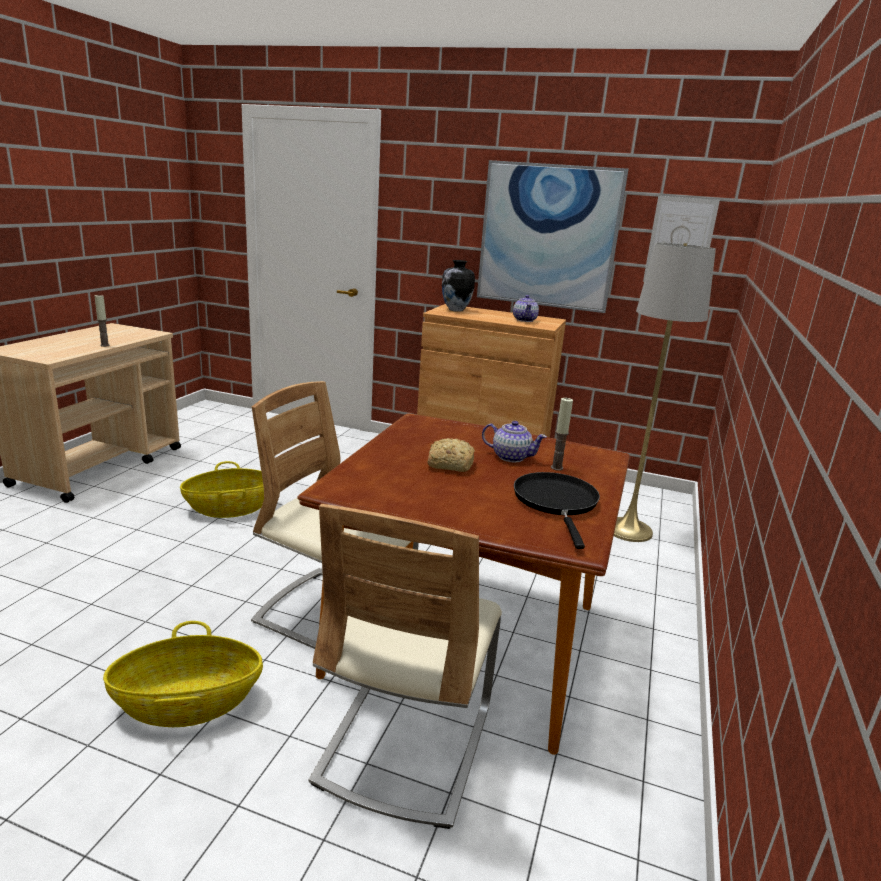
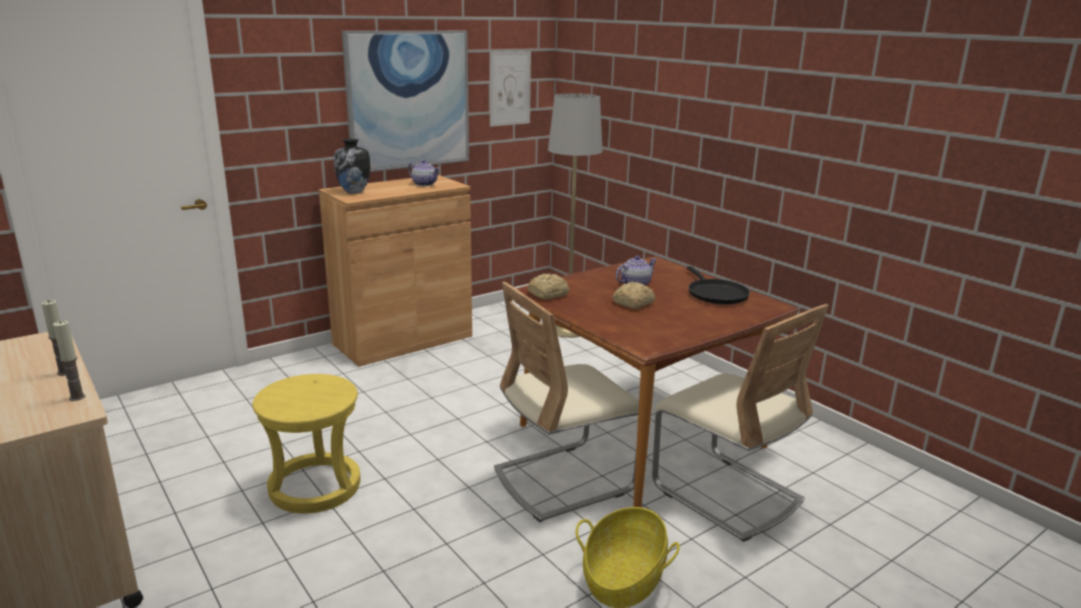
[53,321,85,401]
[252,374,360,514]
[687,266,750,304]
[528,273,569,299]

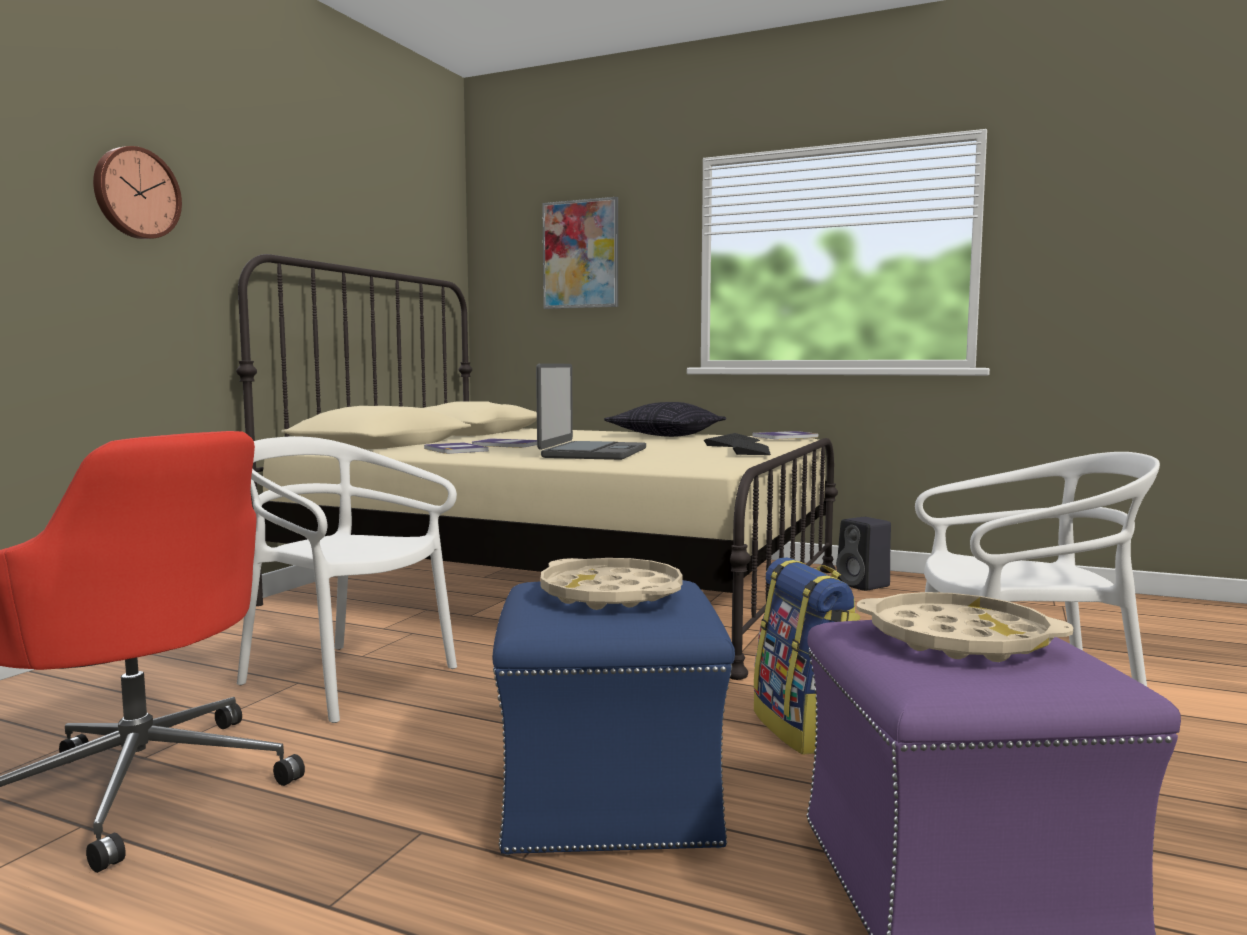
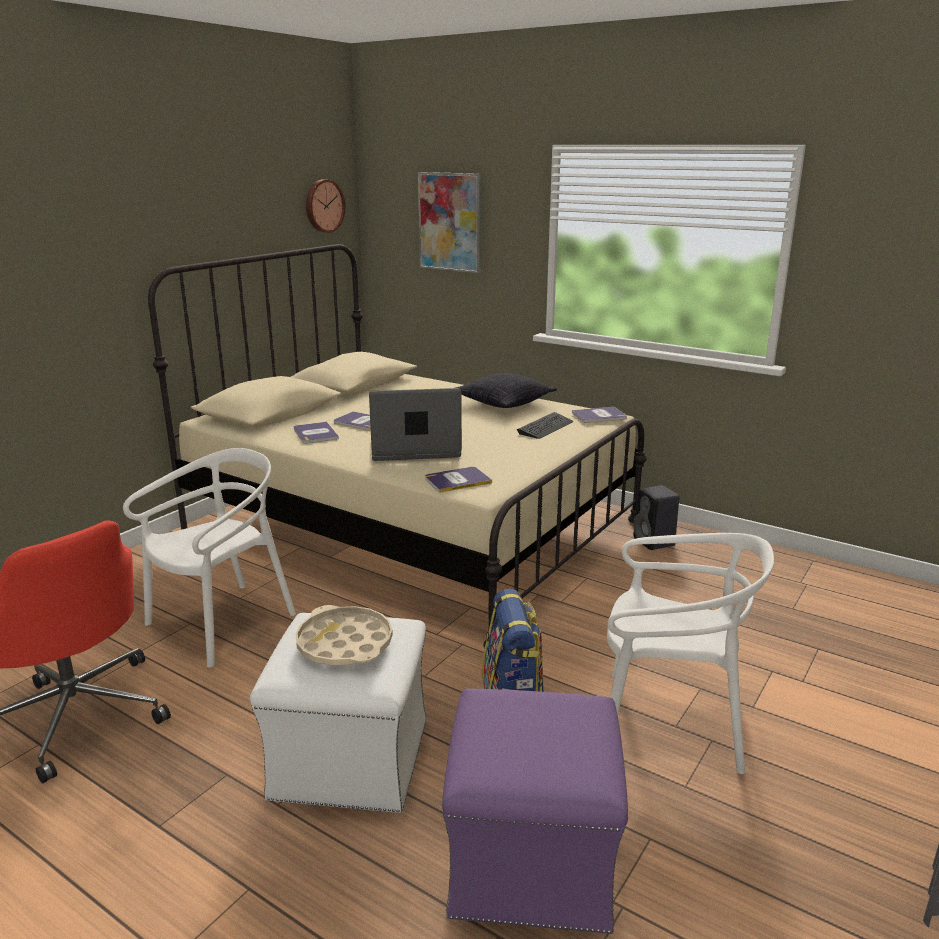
[306,179,346,233]
[369,388,462,461]
[123,448,296,667]
[733,439,771,455] (first image)
[250,613,426,813]
[856,592,1073,662] (first image)
[425,467,492,493]

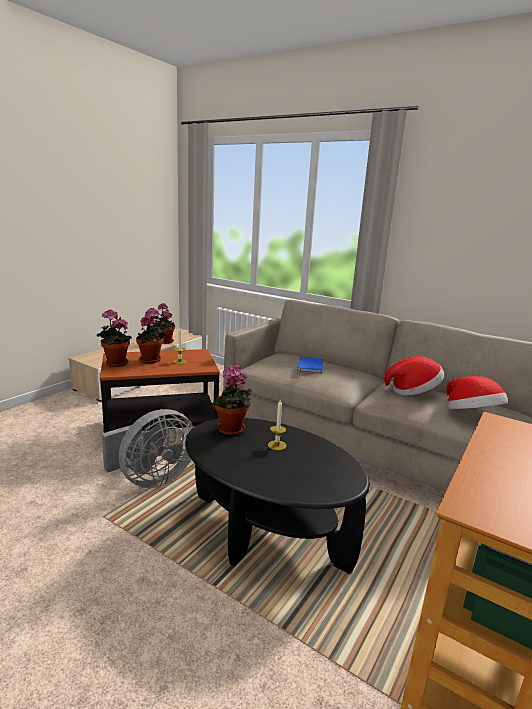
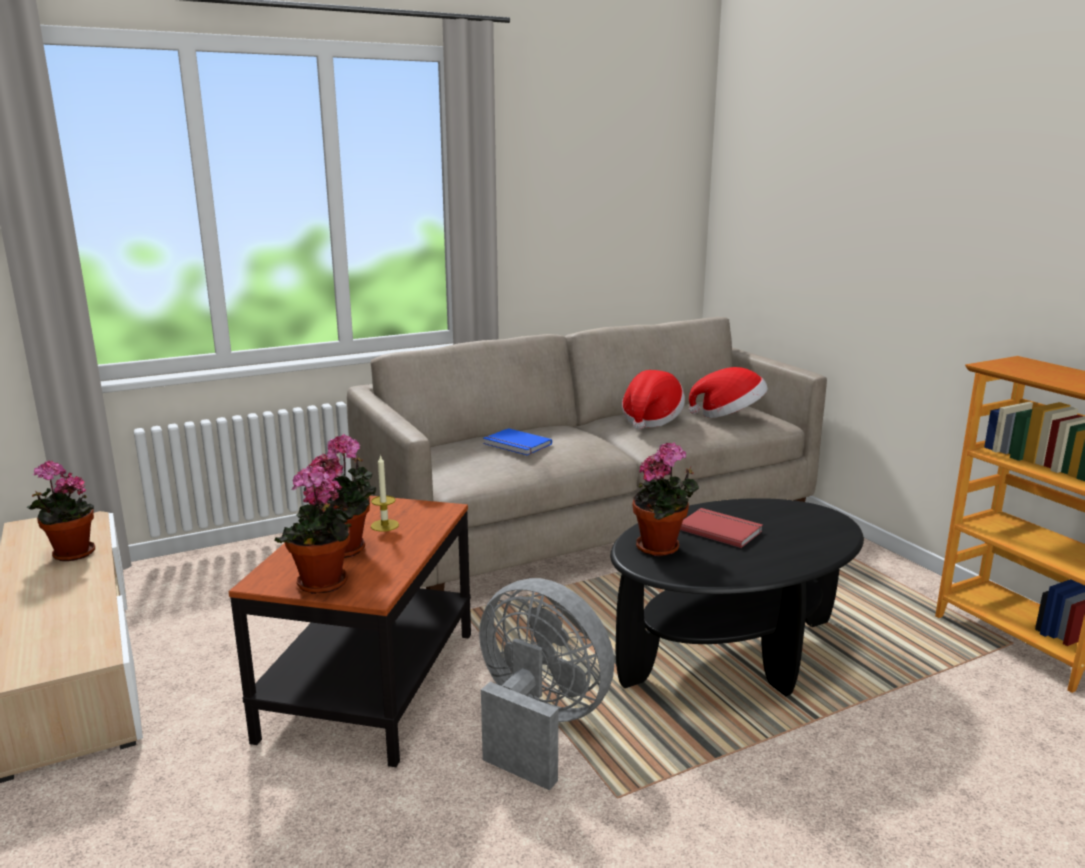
[680,508,763,548]
[479,578,614,790]

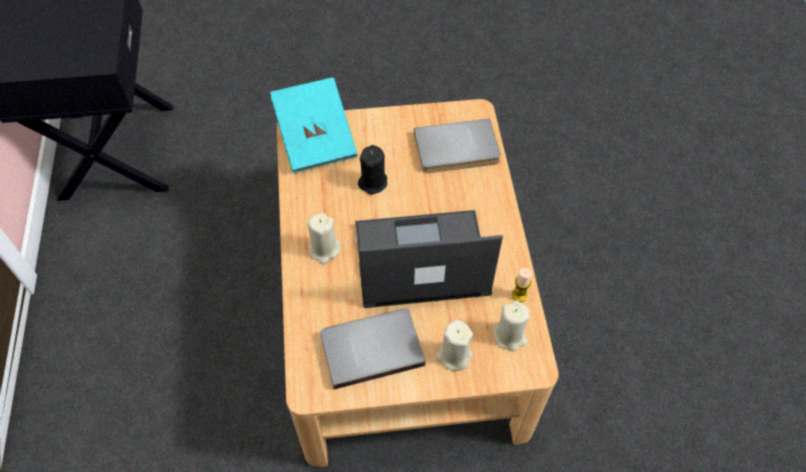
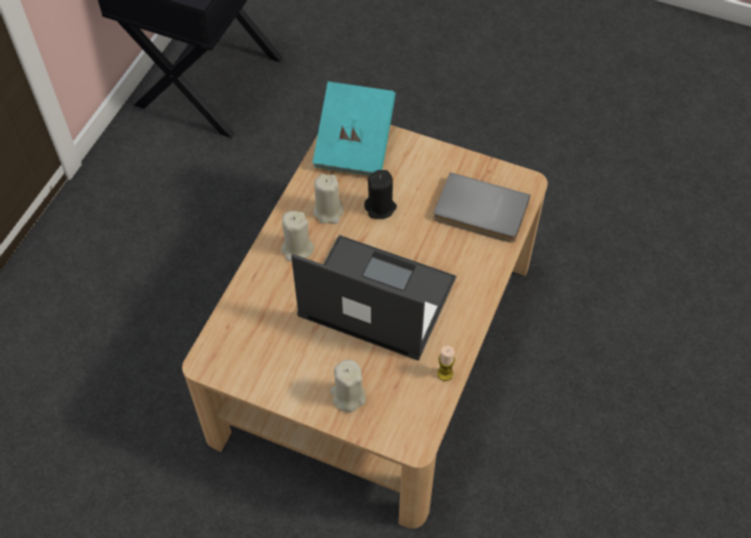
[313,174,344,224]
[320,309,425,389] (first image)

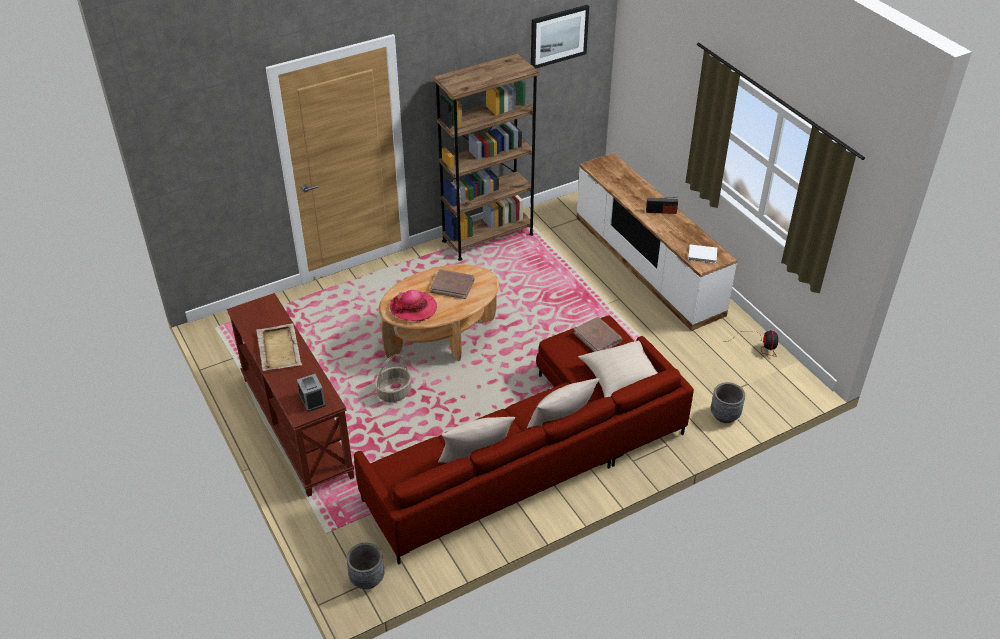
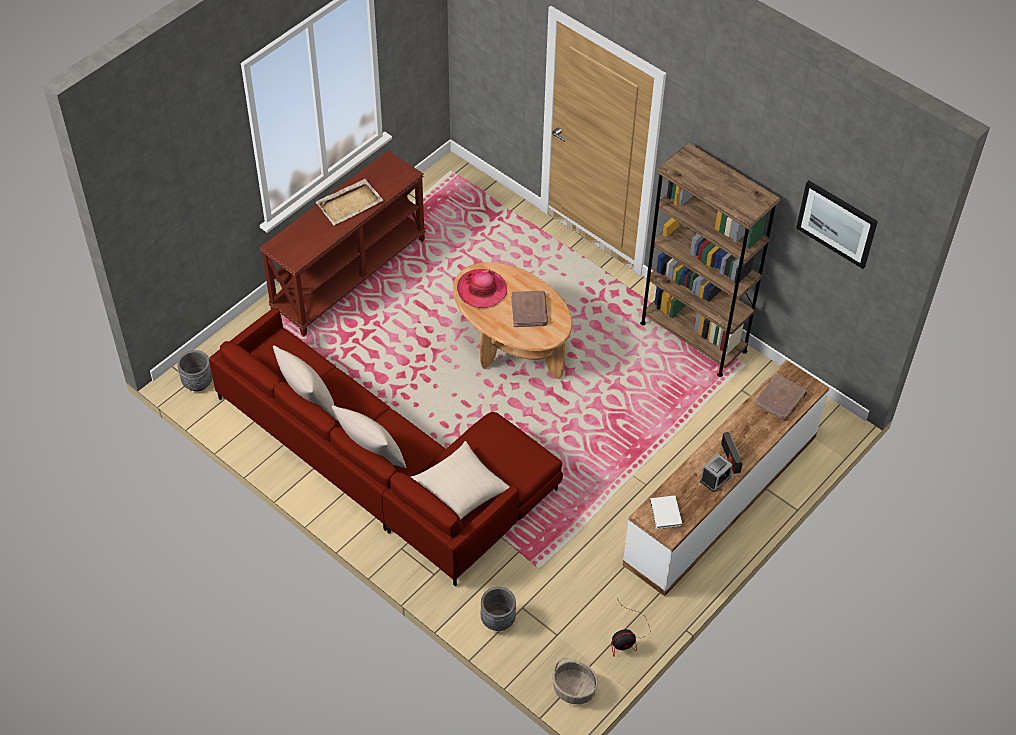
[755,373,808,421]
[552,658,598,704]
[700,453,733,492]

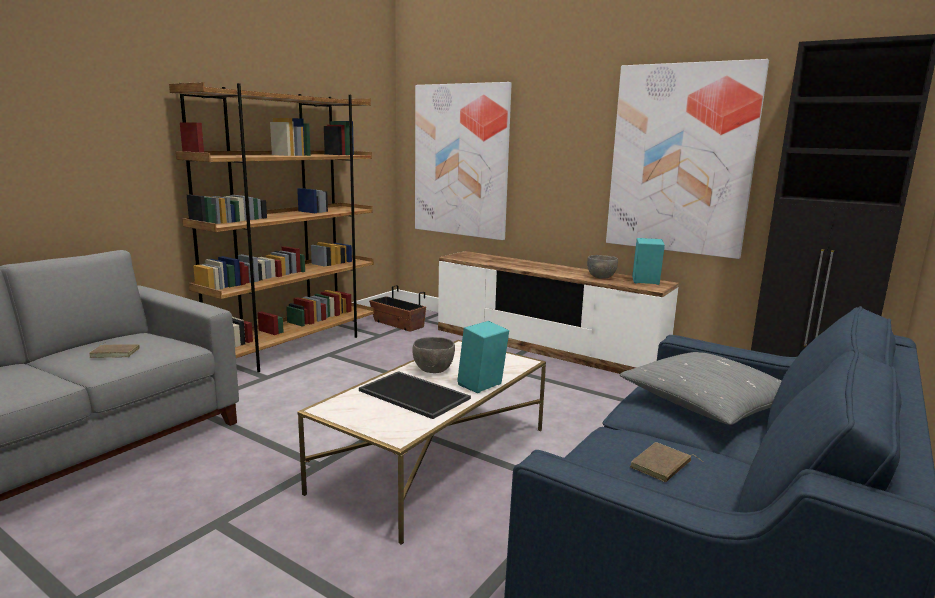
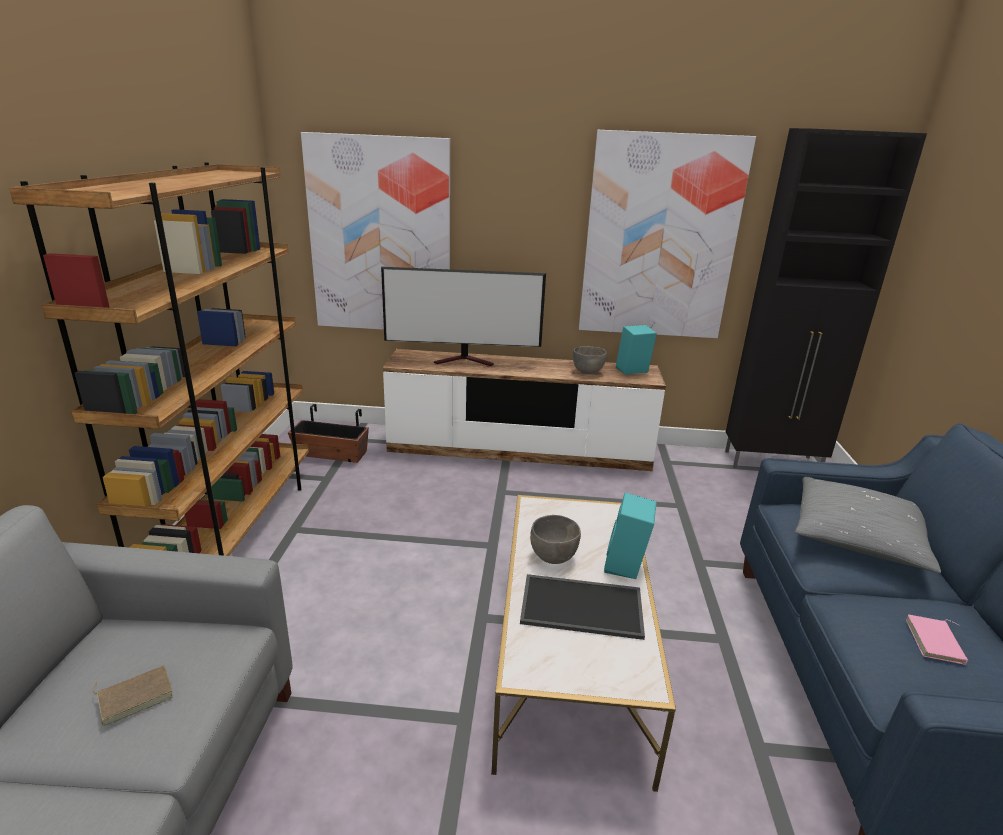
[906,615,968,665]
[381,267,546,366]

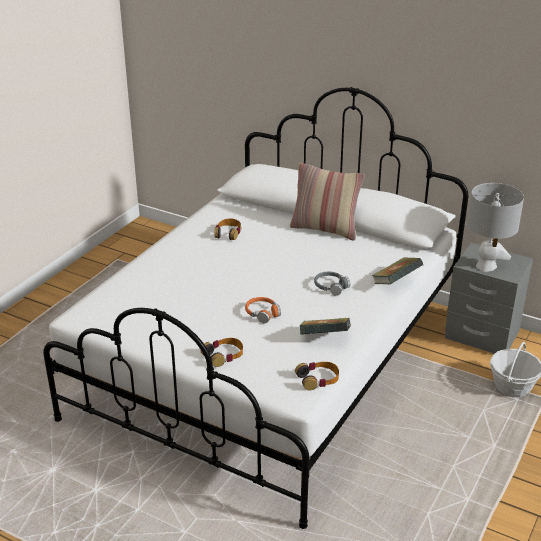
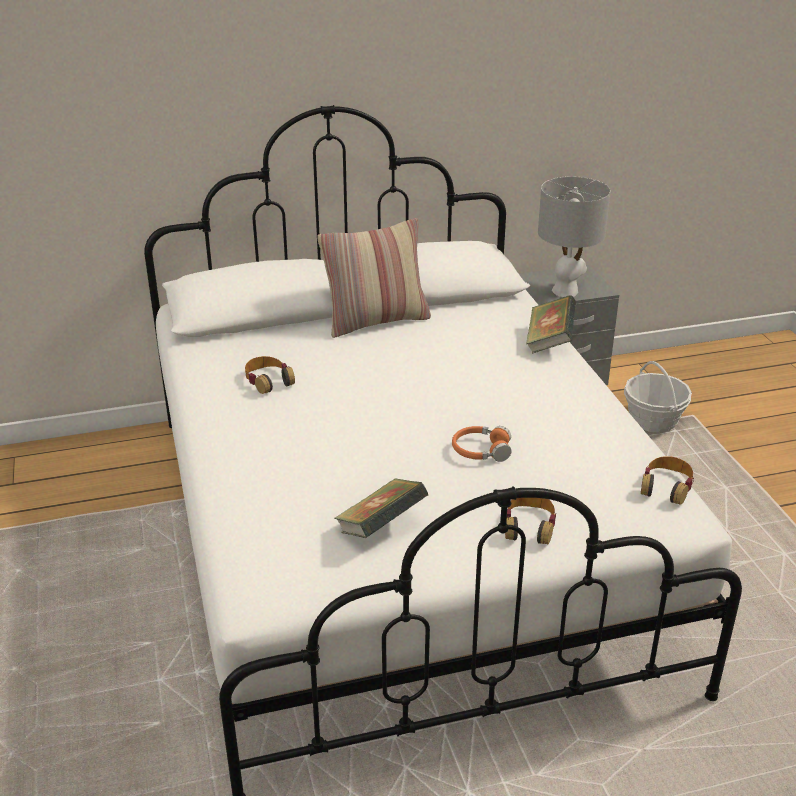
[314,272,350,296] (first image)
[334,479,428,538]

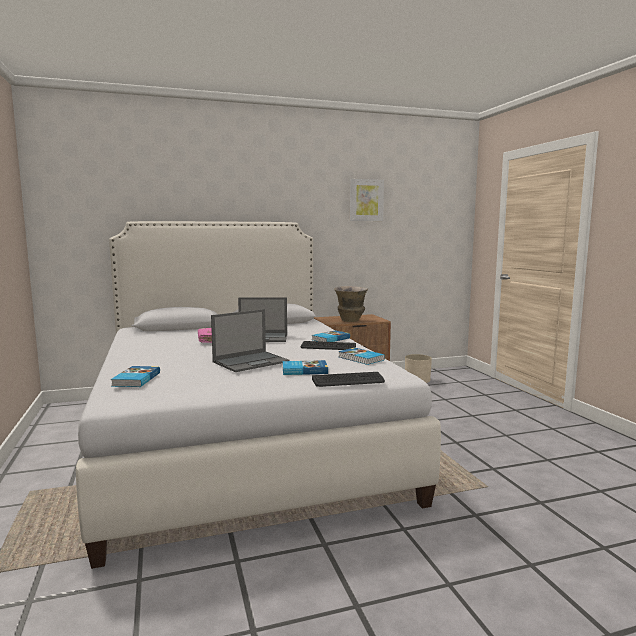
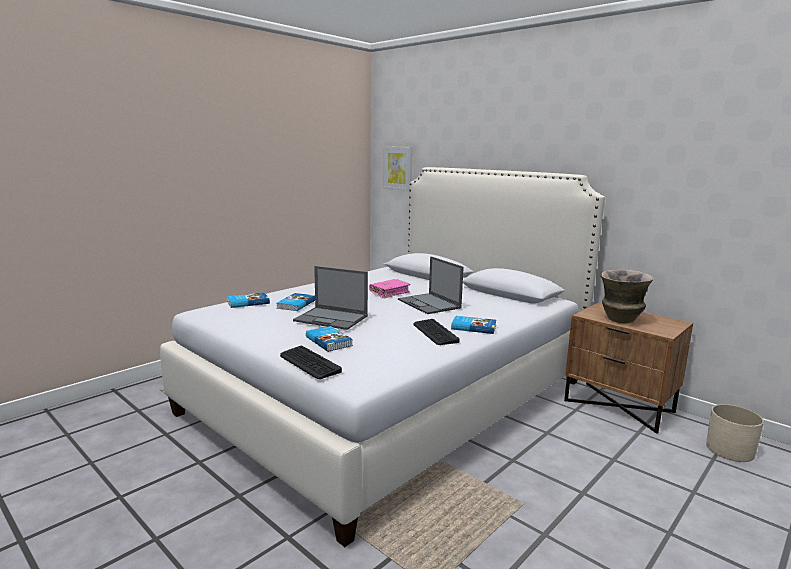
[383,147,413,191]
[276,293,315,311]

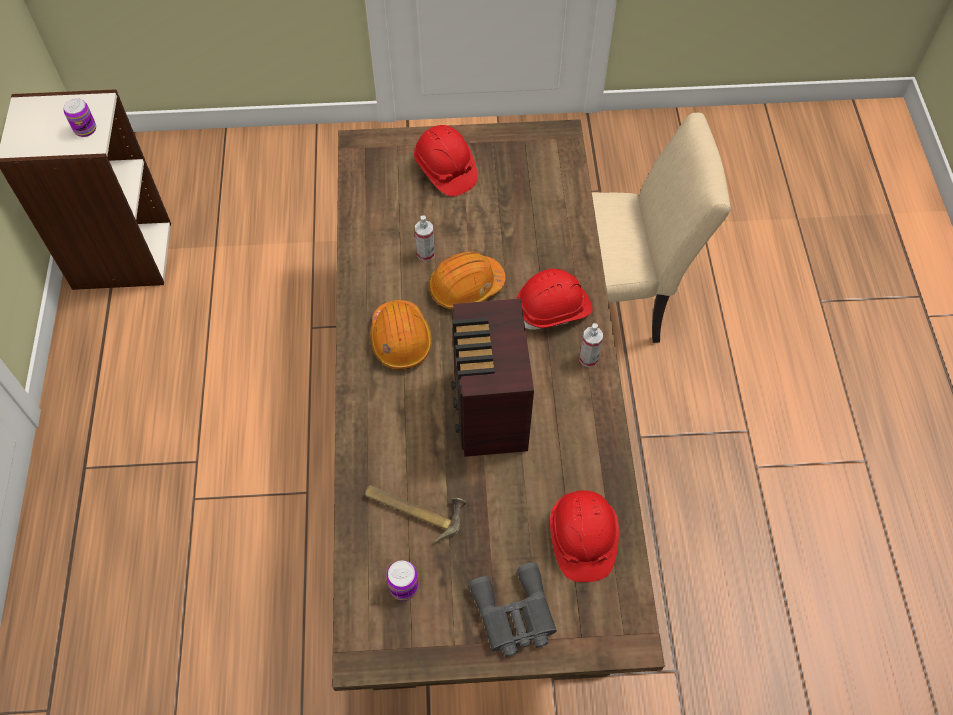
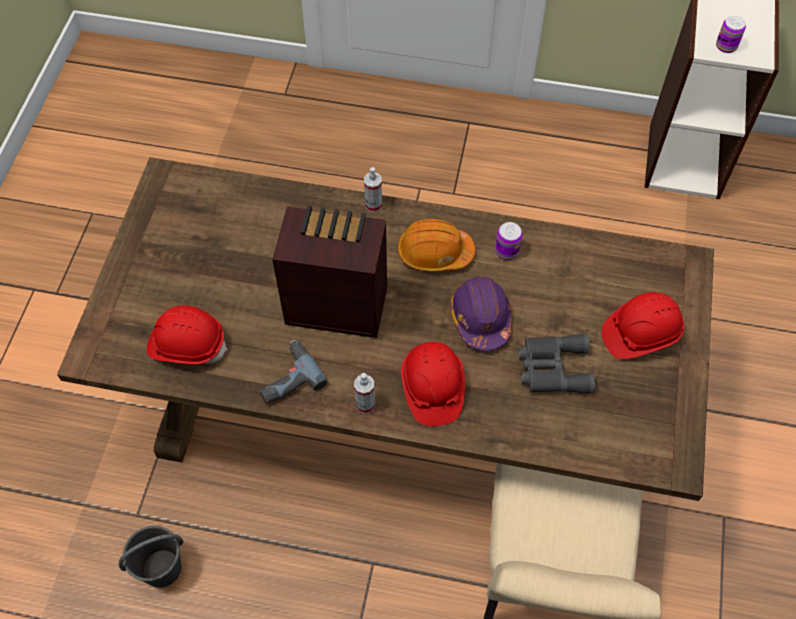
[364,167,382,212]
[450,276,512,351]
[365,485,467,544] (first image)
[495,222,523,260]
[518,334,595,393]
[260,340,328,404]
[118,526,184,588]

